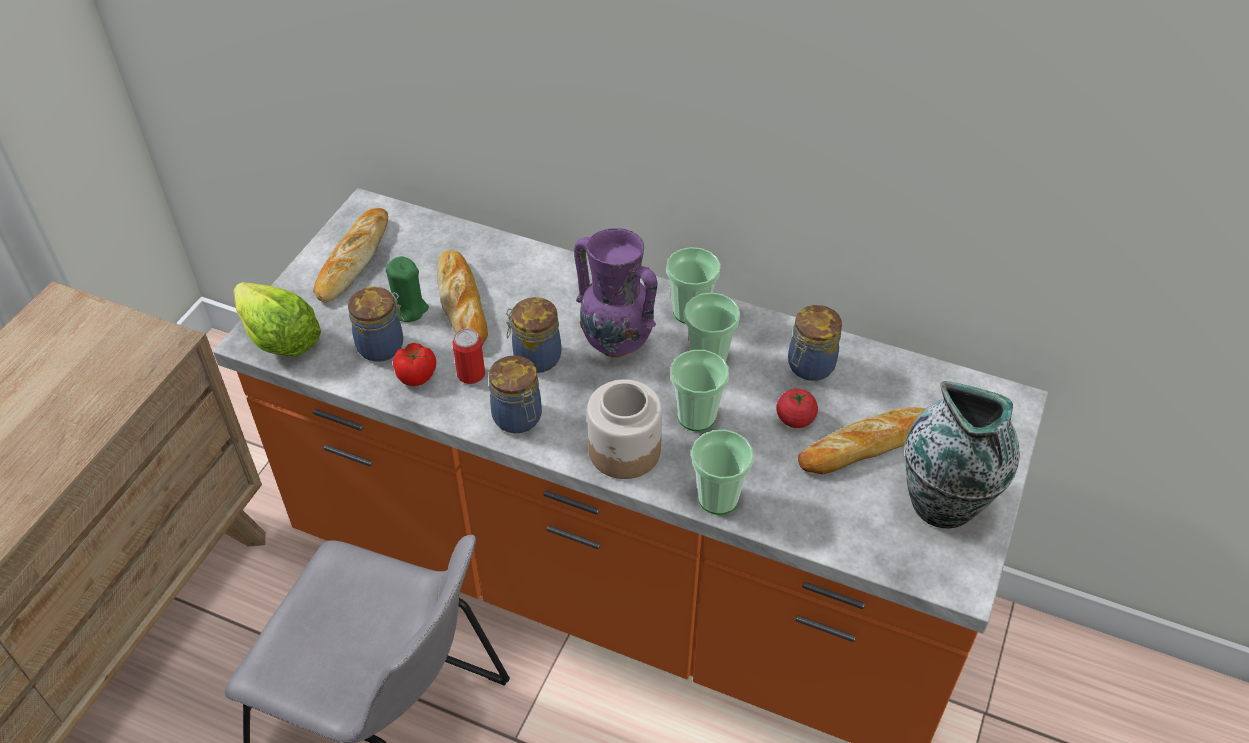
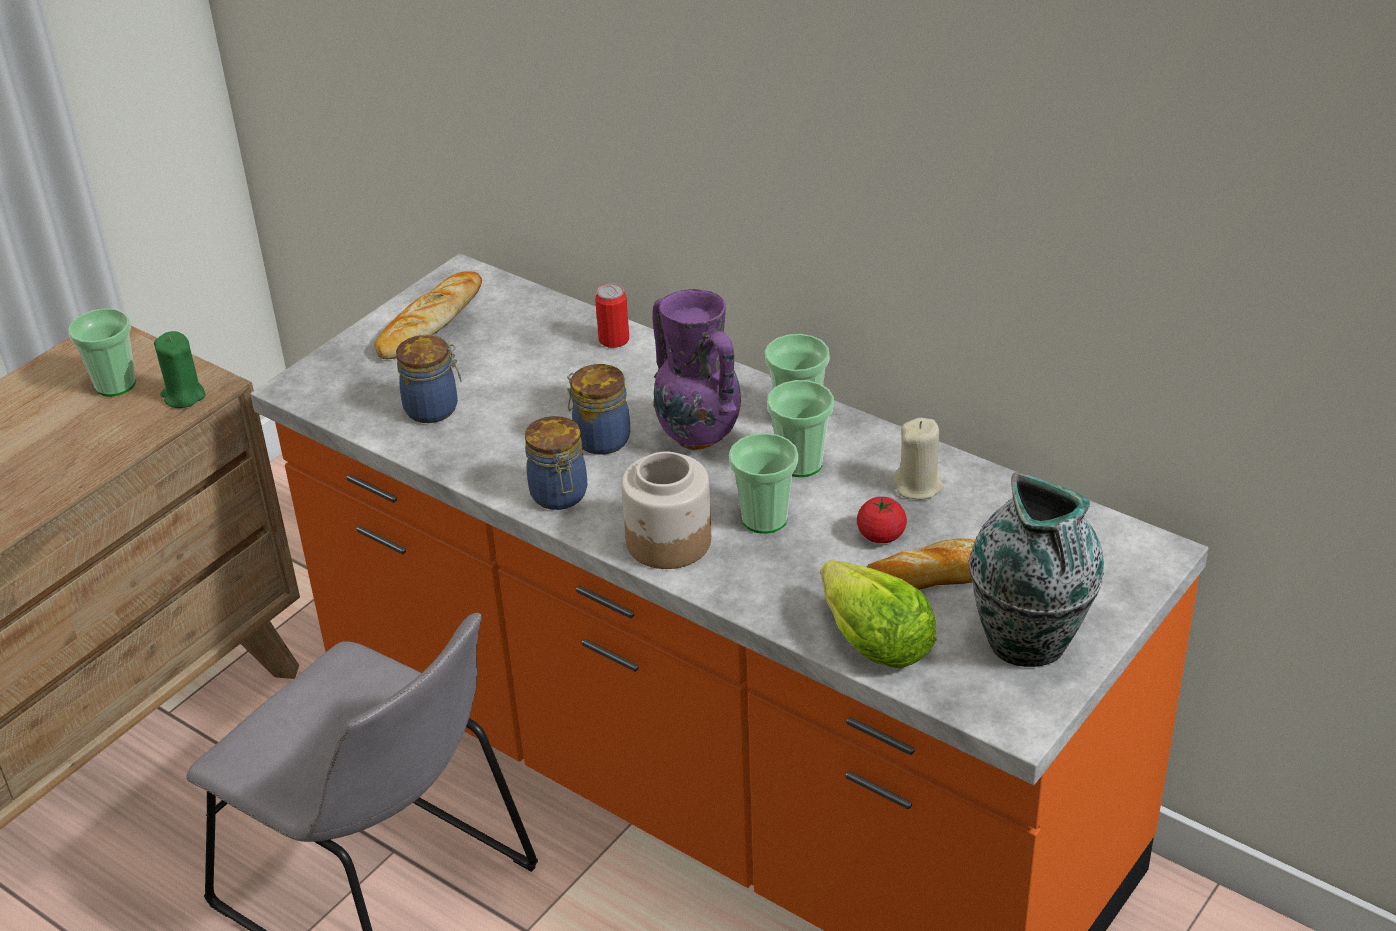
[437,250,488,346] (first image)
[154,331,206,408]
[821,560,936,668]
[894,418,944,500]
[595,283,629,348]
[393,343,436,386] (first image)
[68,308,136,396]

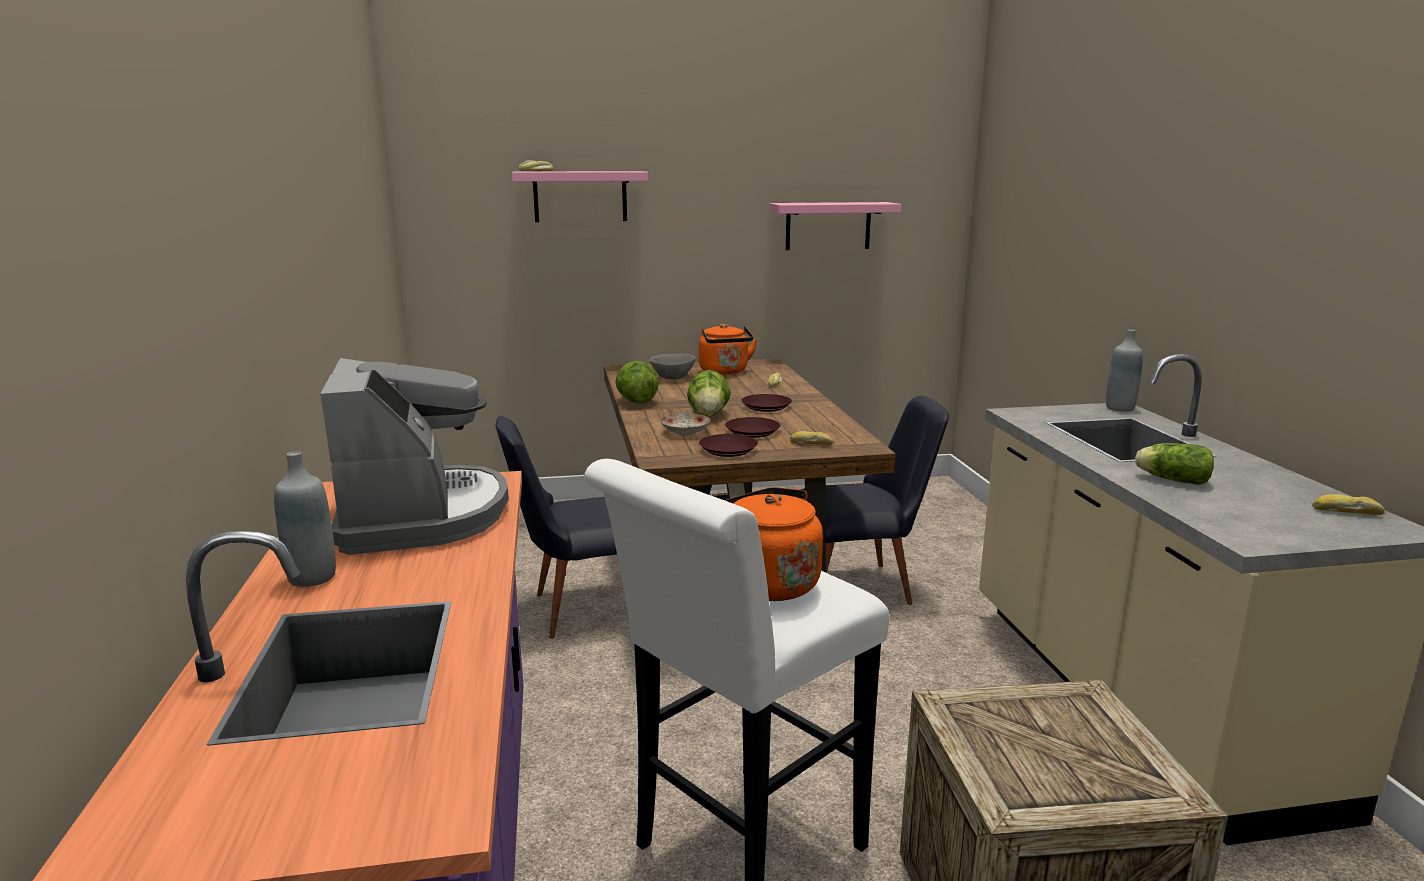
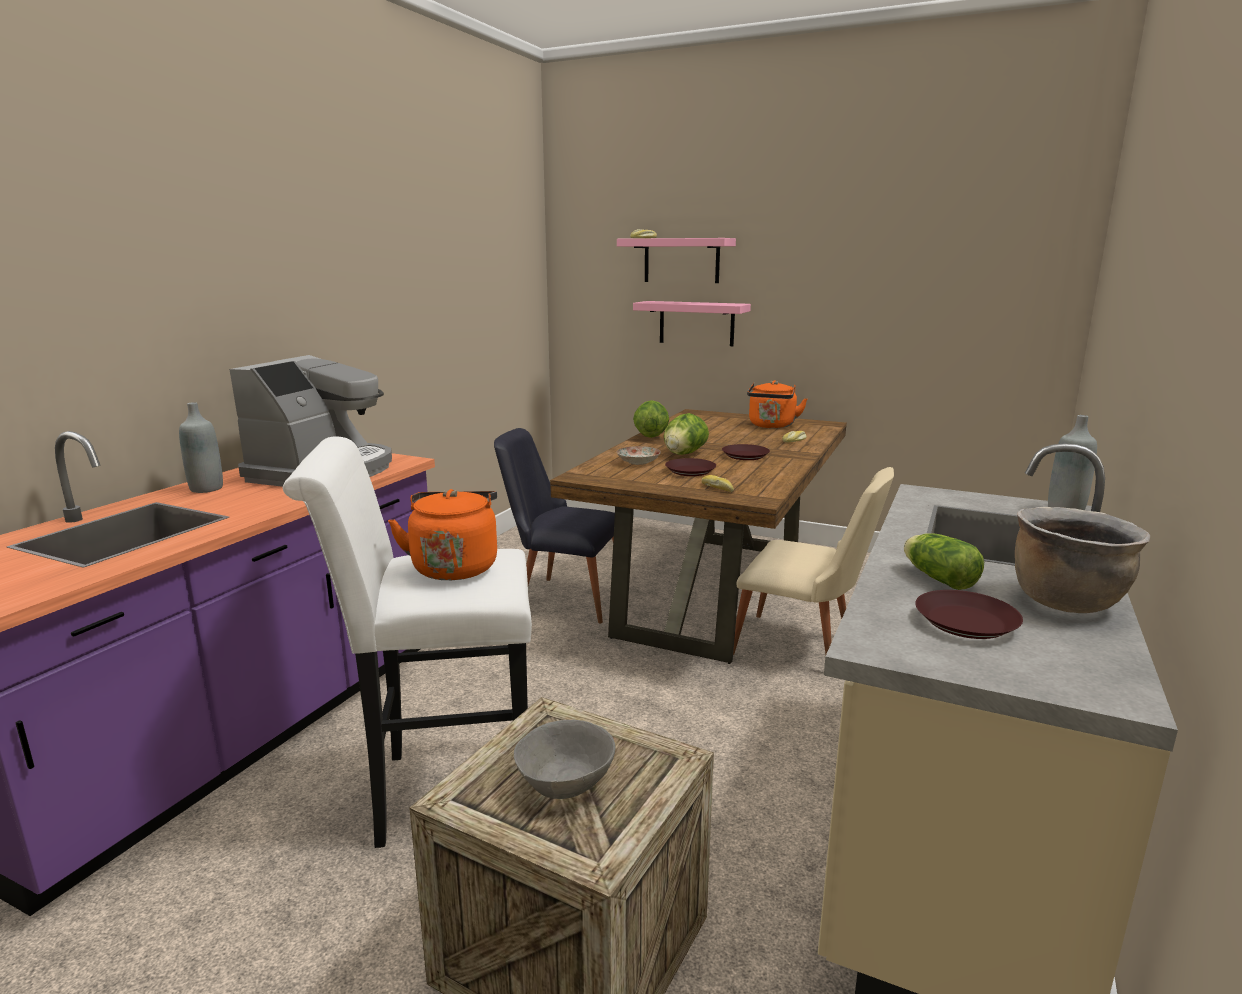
[633,301,751,346]
[514,720,615,799]
[733,467,894,655]
[915,590,1023,639]
[1312,494,1385,515] (first image)
[1015,507,1150,613]

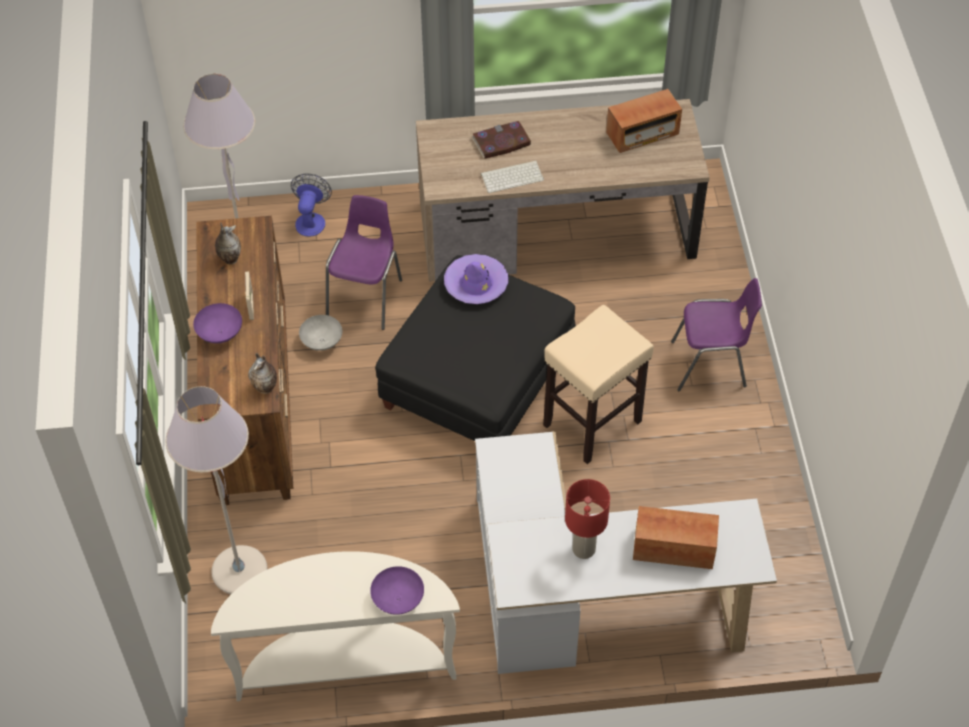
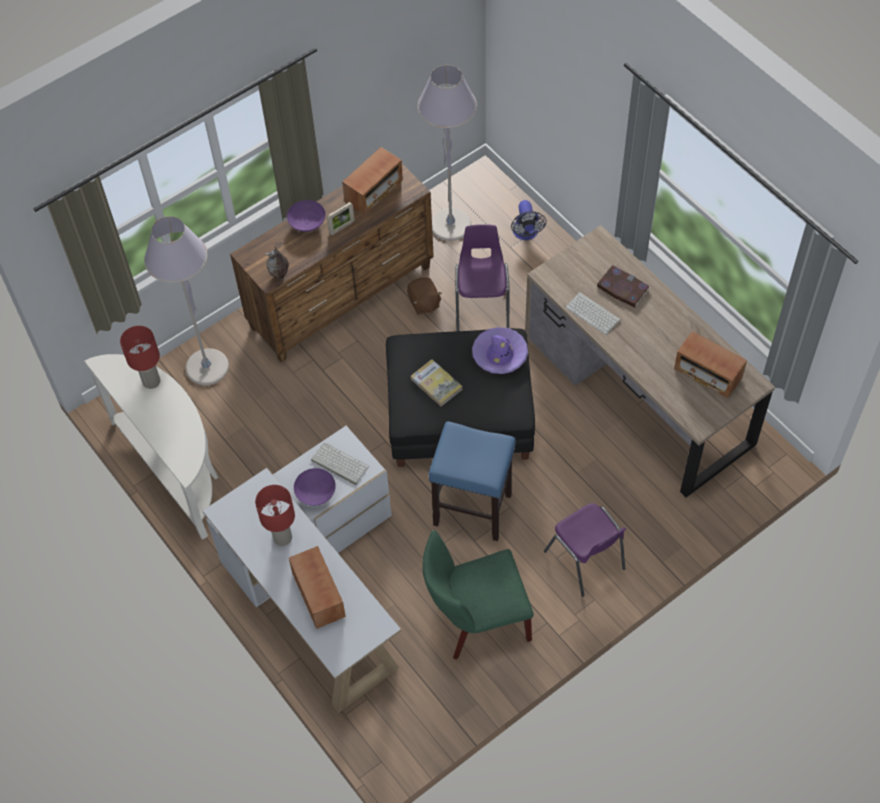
[511,200,547,240]
[455,224,509,331]
[342,147,403,215]
[428,422,516,541]
[407,277,442,314]
[294,468,336,506]
[120,326,160,389]
[411,359,463,407]
[311,443,369,485]
[422,530,534,660]

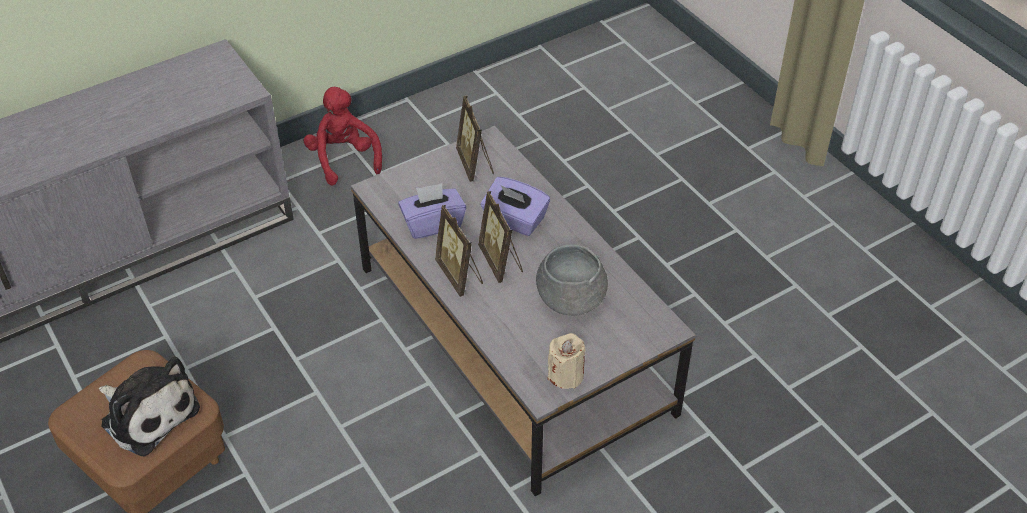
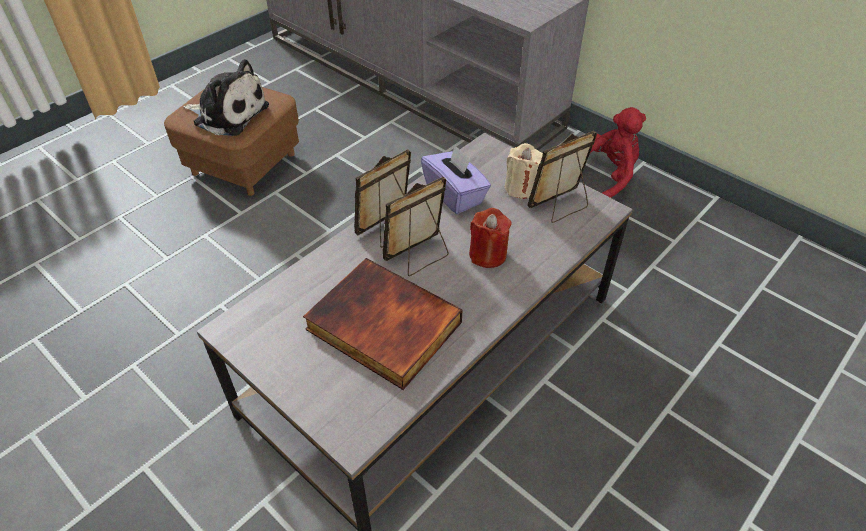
[469,208,512,268]
[303,258,463,390]
[505,143,543,199]
[183,59,269,136]

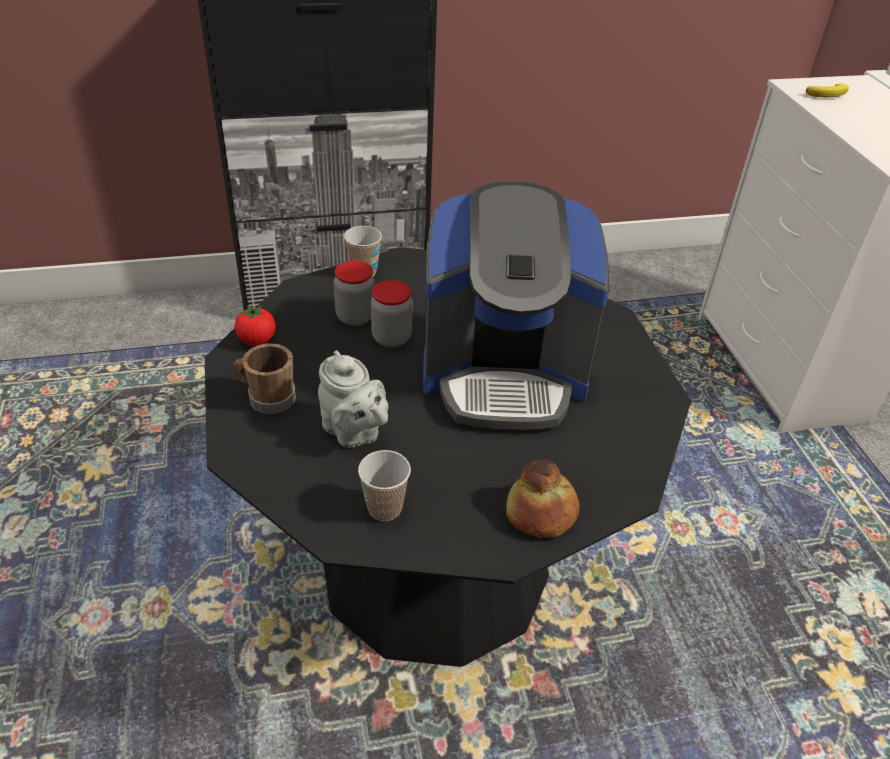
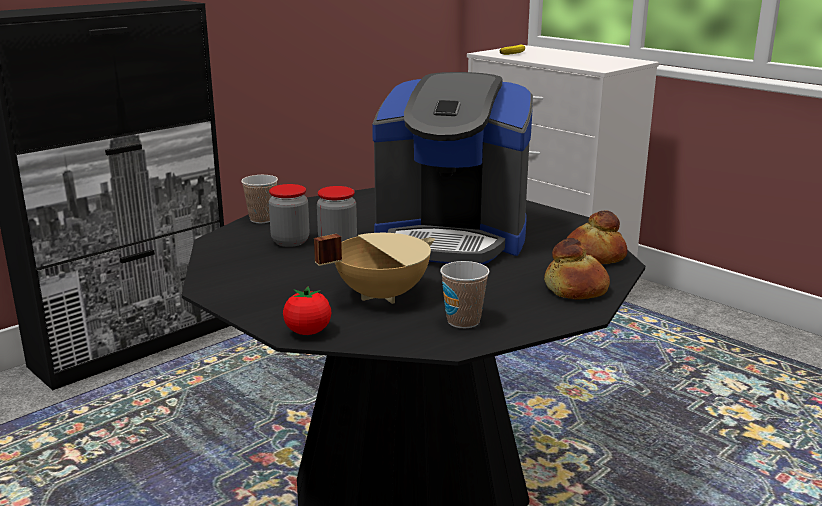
[372,72,533,264]
[283,286,331,335]
[233,343,296,414] (first image)
[314,233,435,304]
[566,211,628,264]

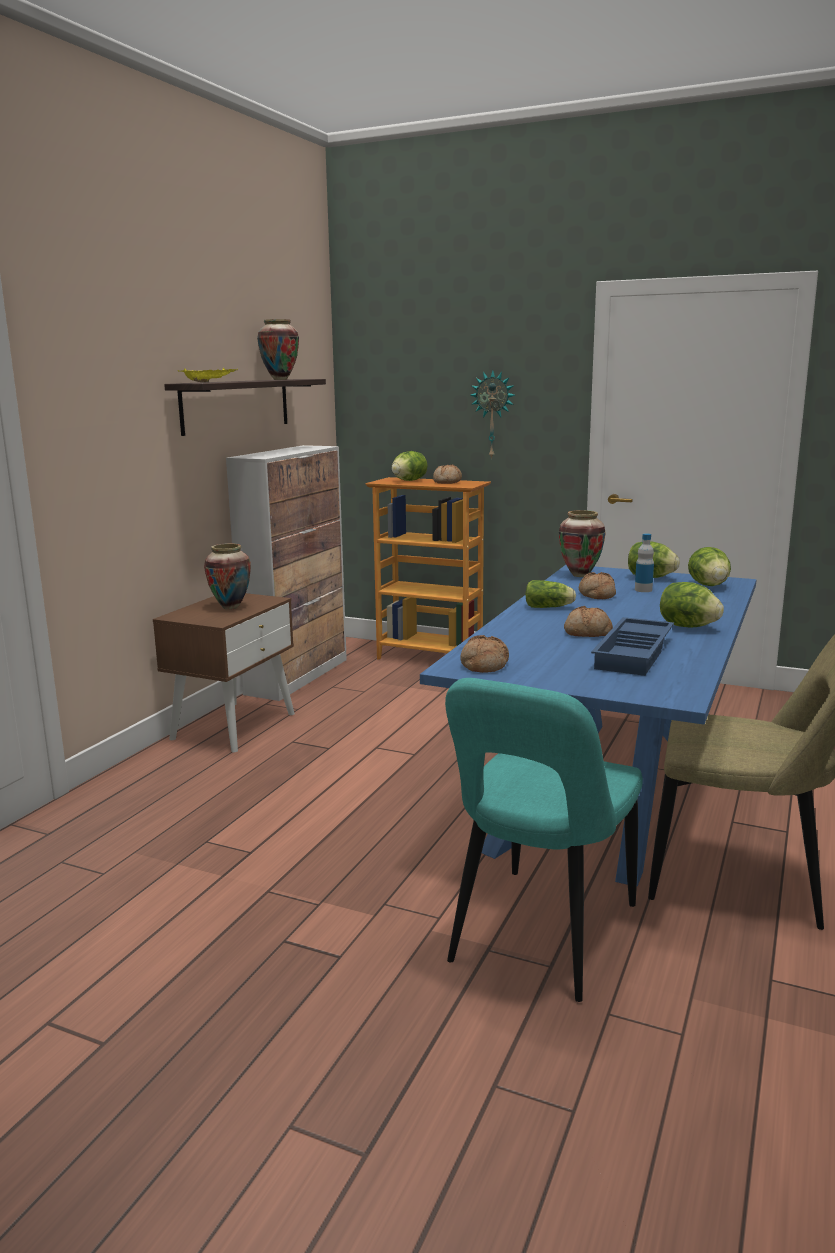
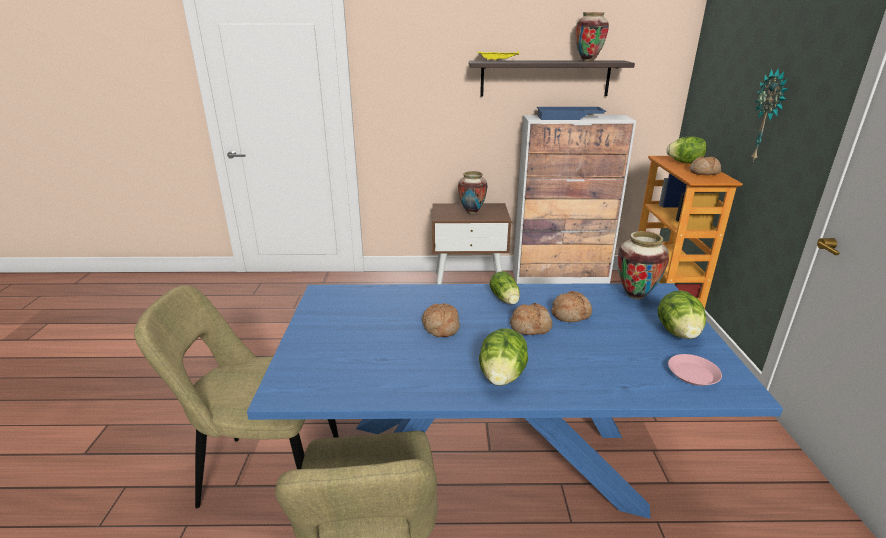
[635,534,654,592] (first image)
[668,354,722,386]
[537,107,606,120]
[510,303,552,335]
[134,285,339,508]

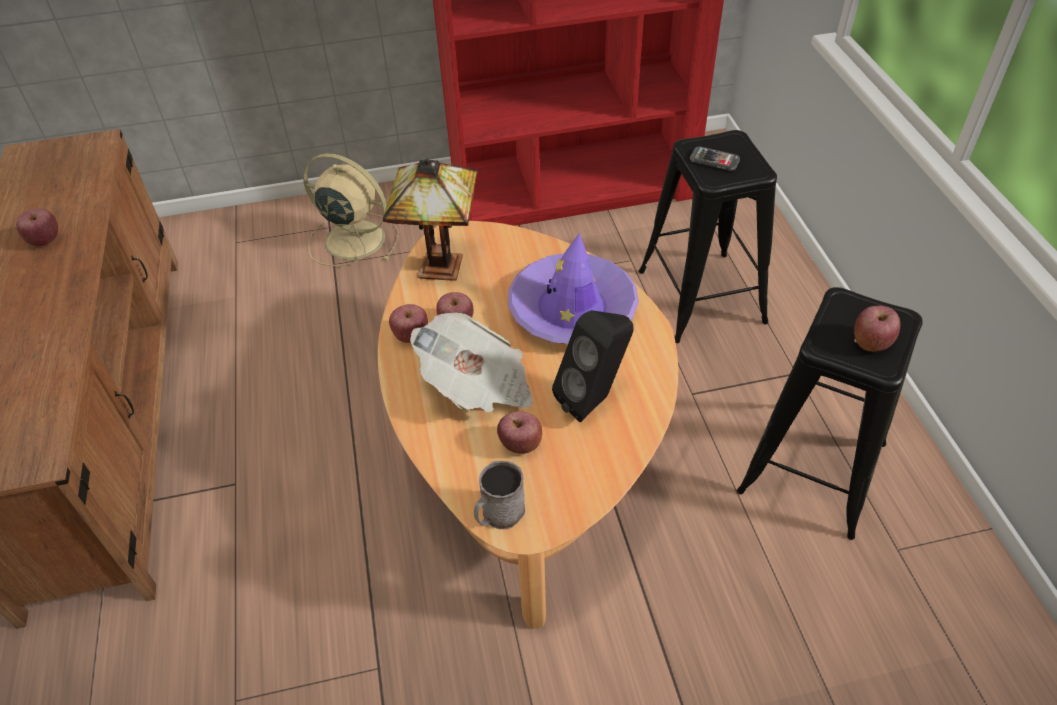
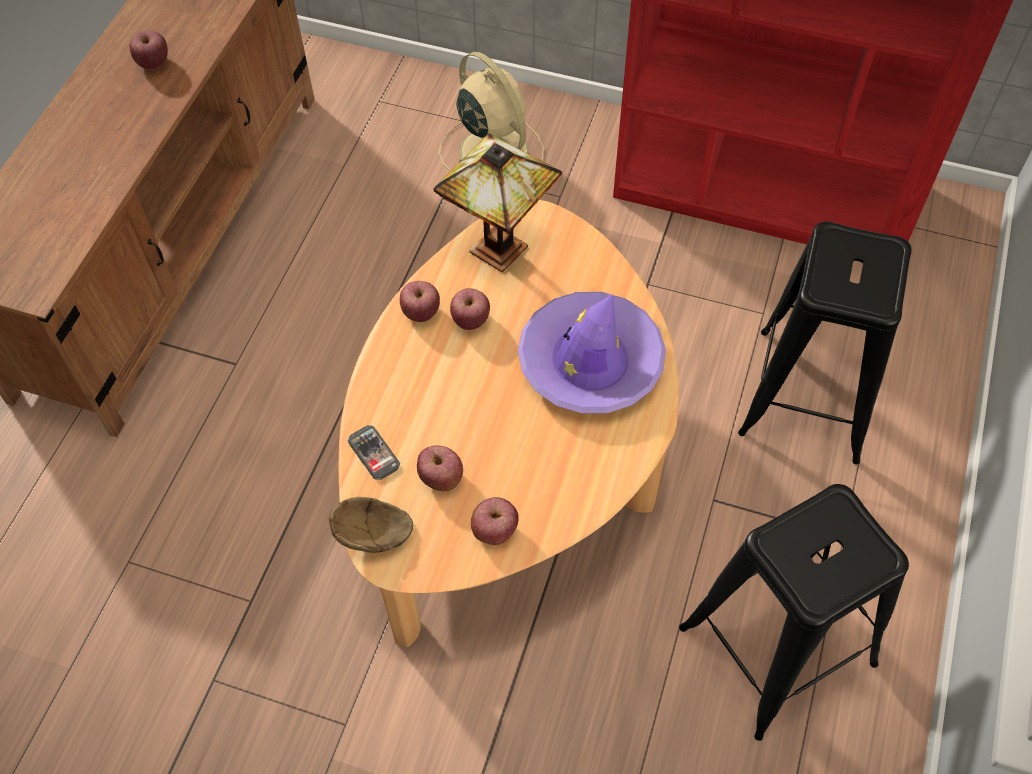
[348,425,400,480]
[471,497,519,545]
[552,310,634,422] (first image)
[410,312,533,413] (first image)
[329,497,413,553]

